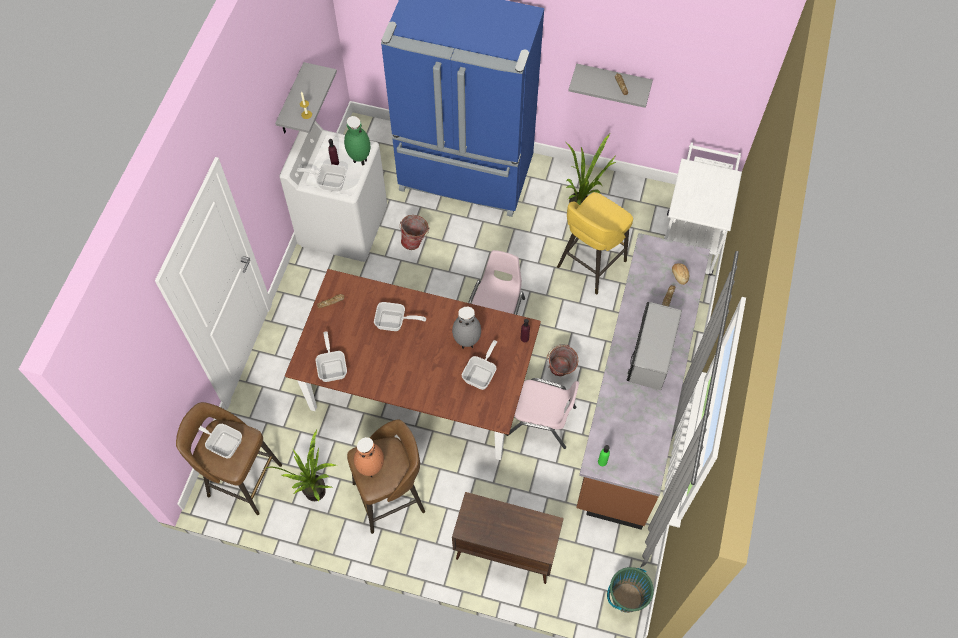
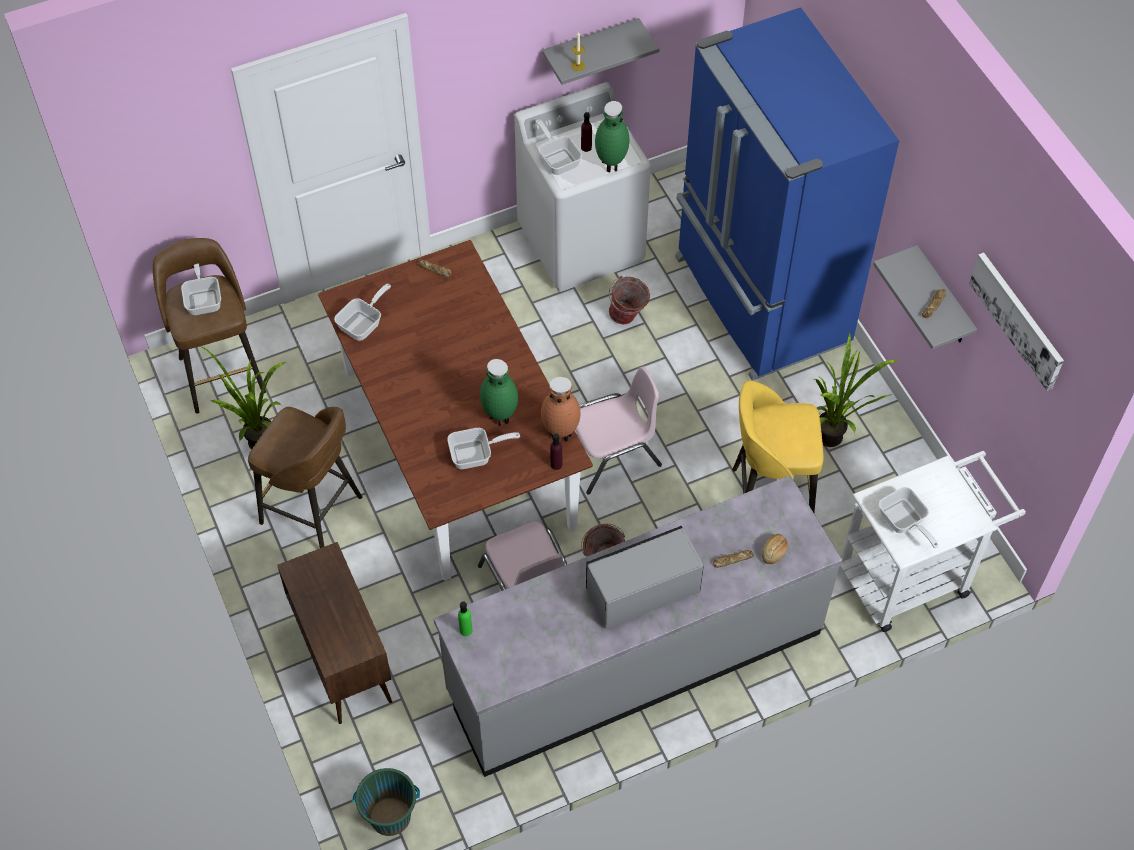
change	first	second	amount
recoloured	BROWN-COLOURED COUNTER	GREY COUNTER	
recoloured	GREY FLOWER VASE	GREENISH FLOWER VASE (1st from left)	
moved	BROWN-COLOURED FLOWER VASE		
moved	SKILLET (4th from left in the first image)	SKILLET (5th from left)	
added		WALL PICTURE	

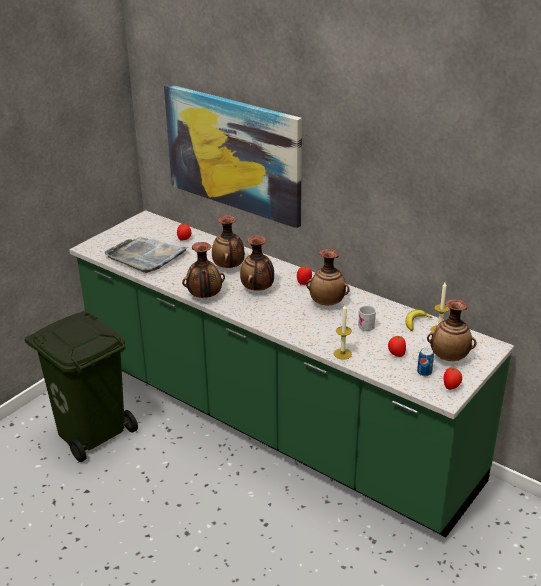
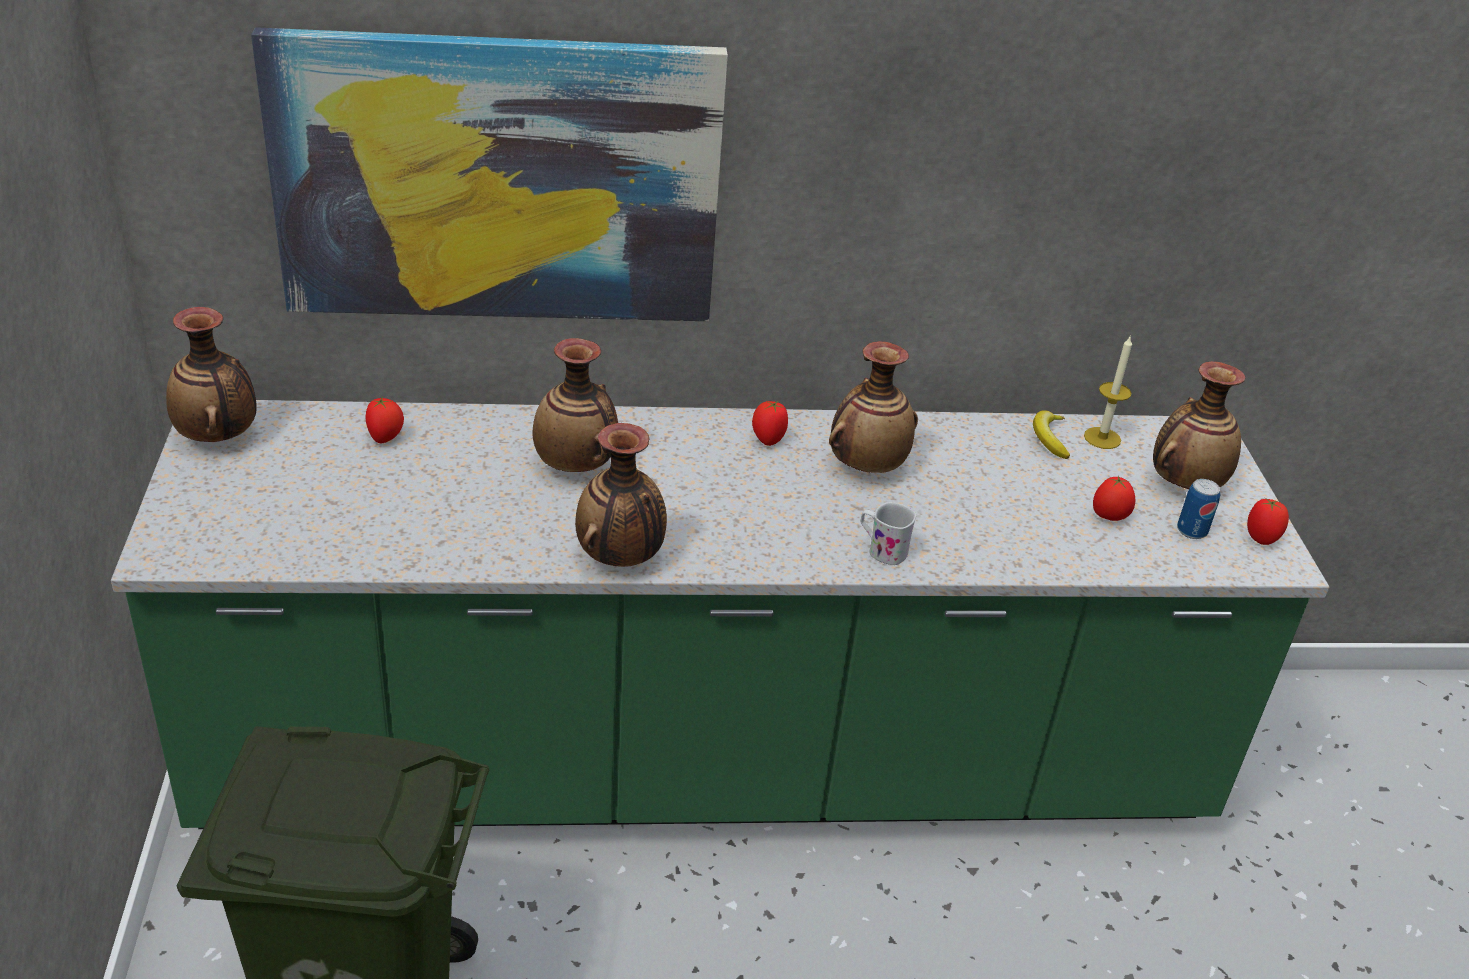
change	first	second	amount
moved	FLOWER VASE (3rd from left in the first image)	FLOWER VASE (1st from left)	
moved	WHITE MUG		
removed	GREY SERVING TRAY		
removed	WAX CANDLE (1st from left)		

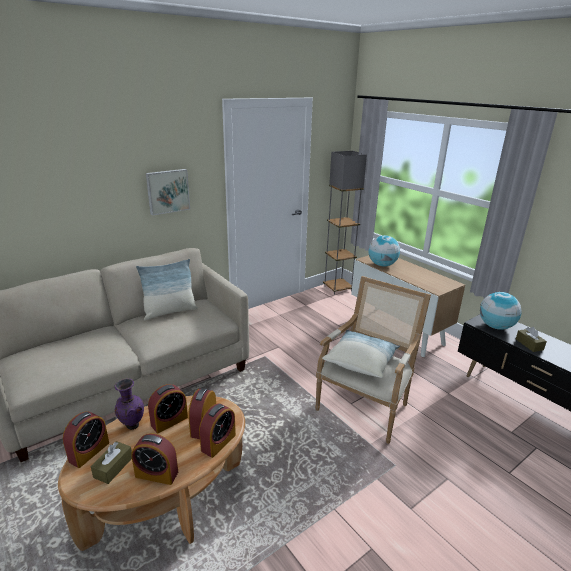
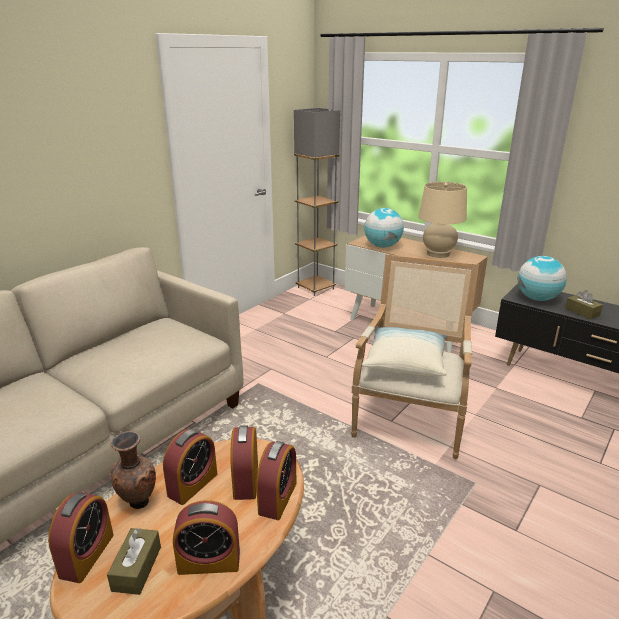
change	first	second	amount
recoloured	PURPLE FLOWER VASE	BROWN-COLOURED FLOWER VASE	
added		BEIGE TABLETOP LAMP	
removed	CUSHION (1st from left)		
removed	WALL PICTURE		

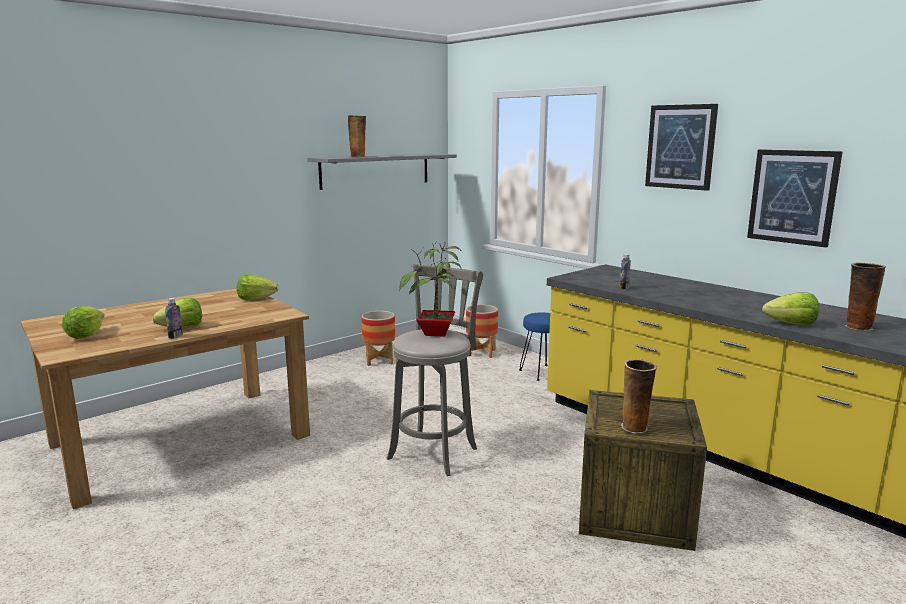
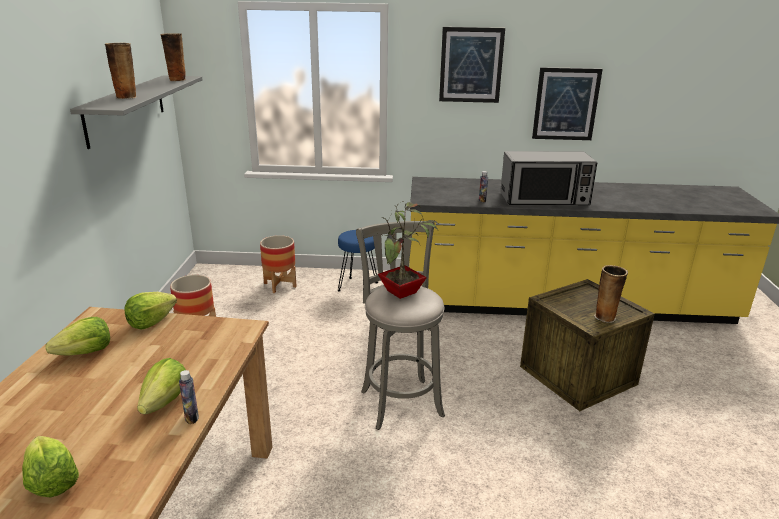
change	first	second	amount
moved	LETTUCE (4th from left in the first image)	LETTUCE (2nd from left)	
moved	FLOWER VASE (3rd from left in the first image)	FLOWER VASE (2nd from left)	
added		MICROWAVE OVEN	

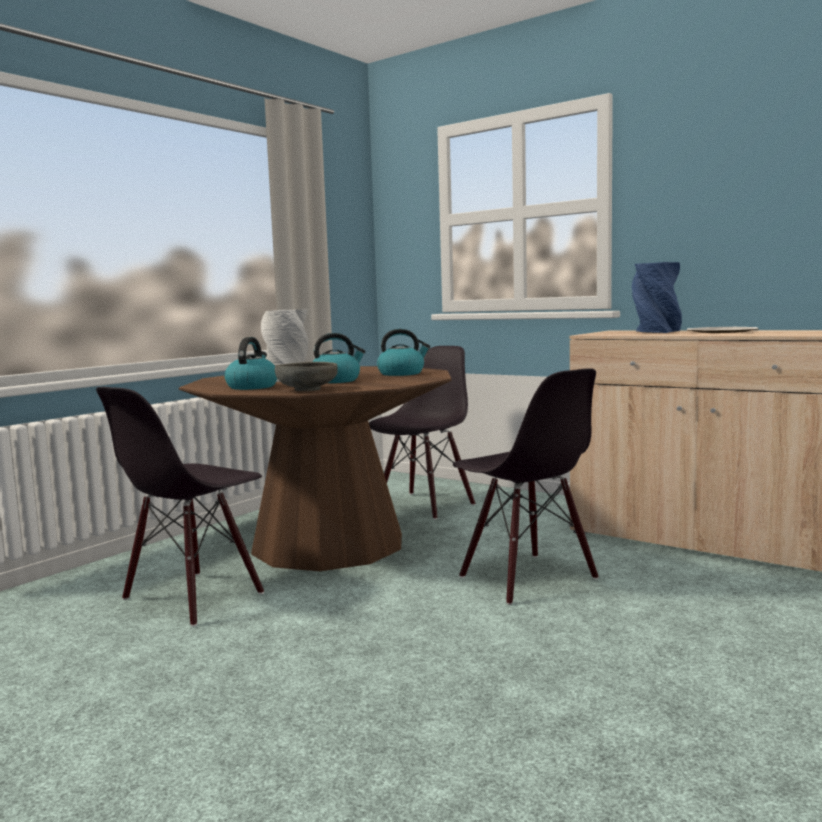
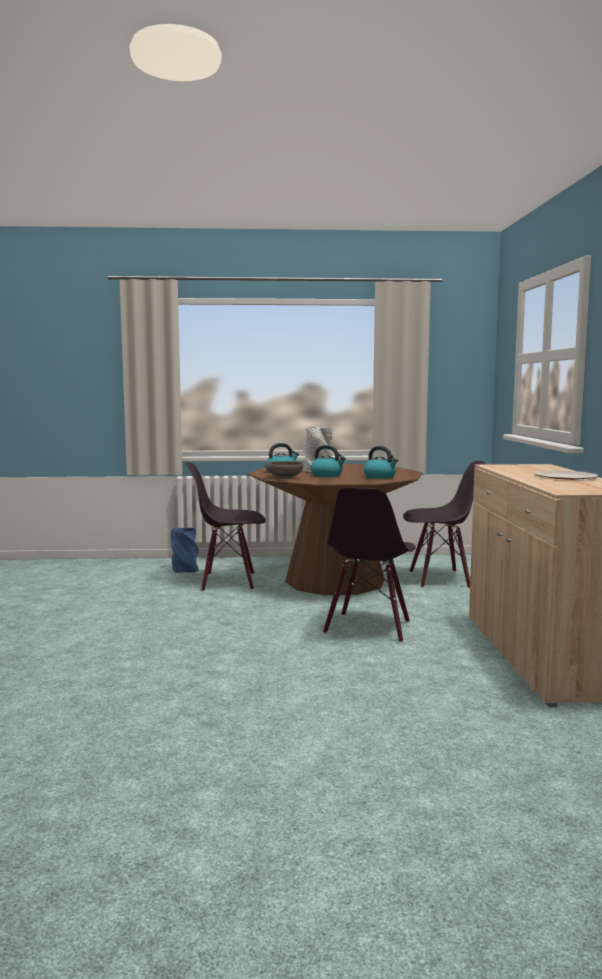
change	first	second	amount
moved	BLUISH FLOWER VASE		

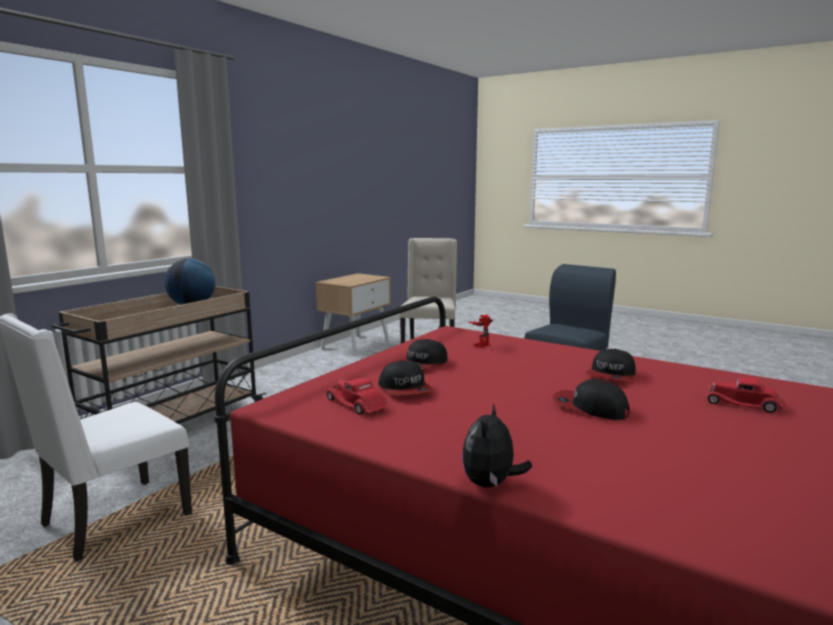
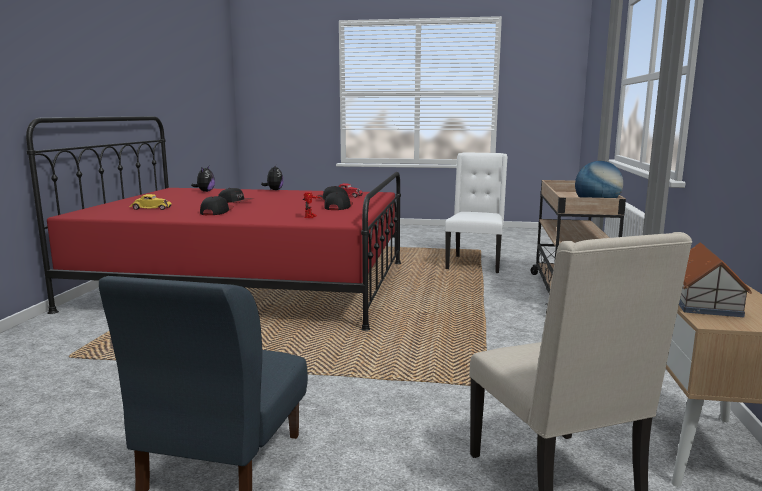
change	first	second	amount
recoloured	REDDISH MODEL CAR (2nd from left)	YELLOW-COLOURED MODEL CAR	
added		CUDDLY TOY (1st from left)	
added		MINIATURE HOUSE	

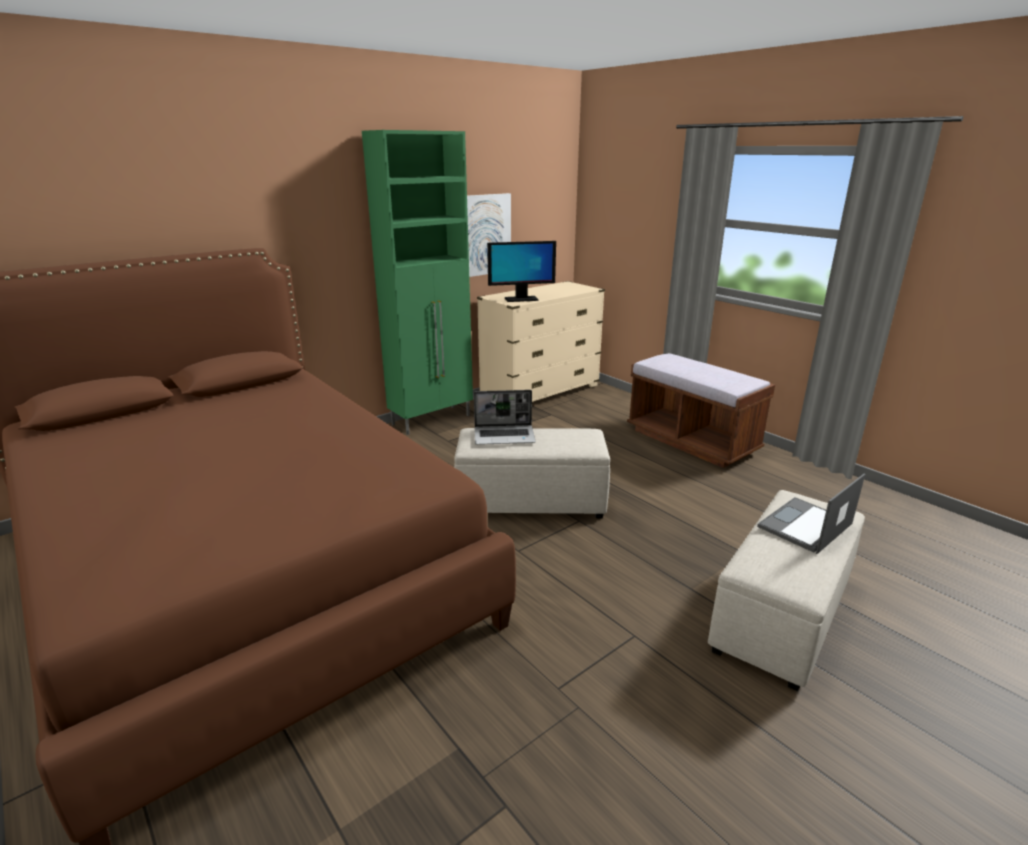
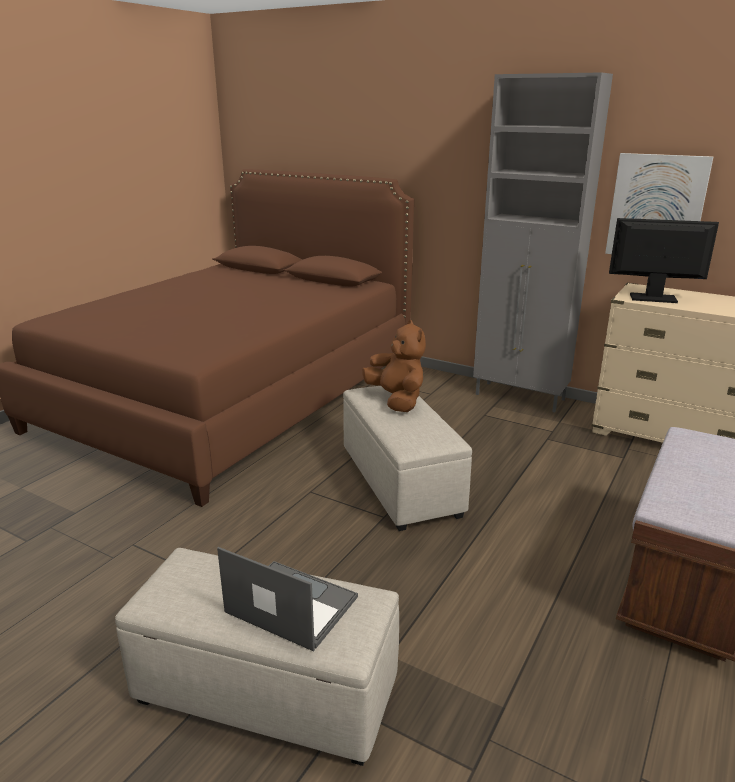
change	first	second	amount
replaced	PORTABLE COMPUTER (1st from left)	BROWN-COLOURED CUDDLY TOY	
recoloured	GREENISH STORAGE CABINET	GREY STORAGE CABINET	
turned	MONITOR		135 degrees clockwise

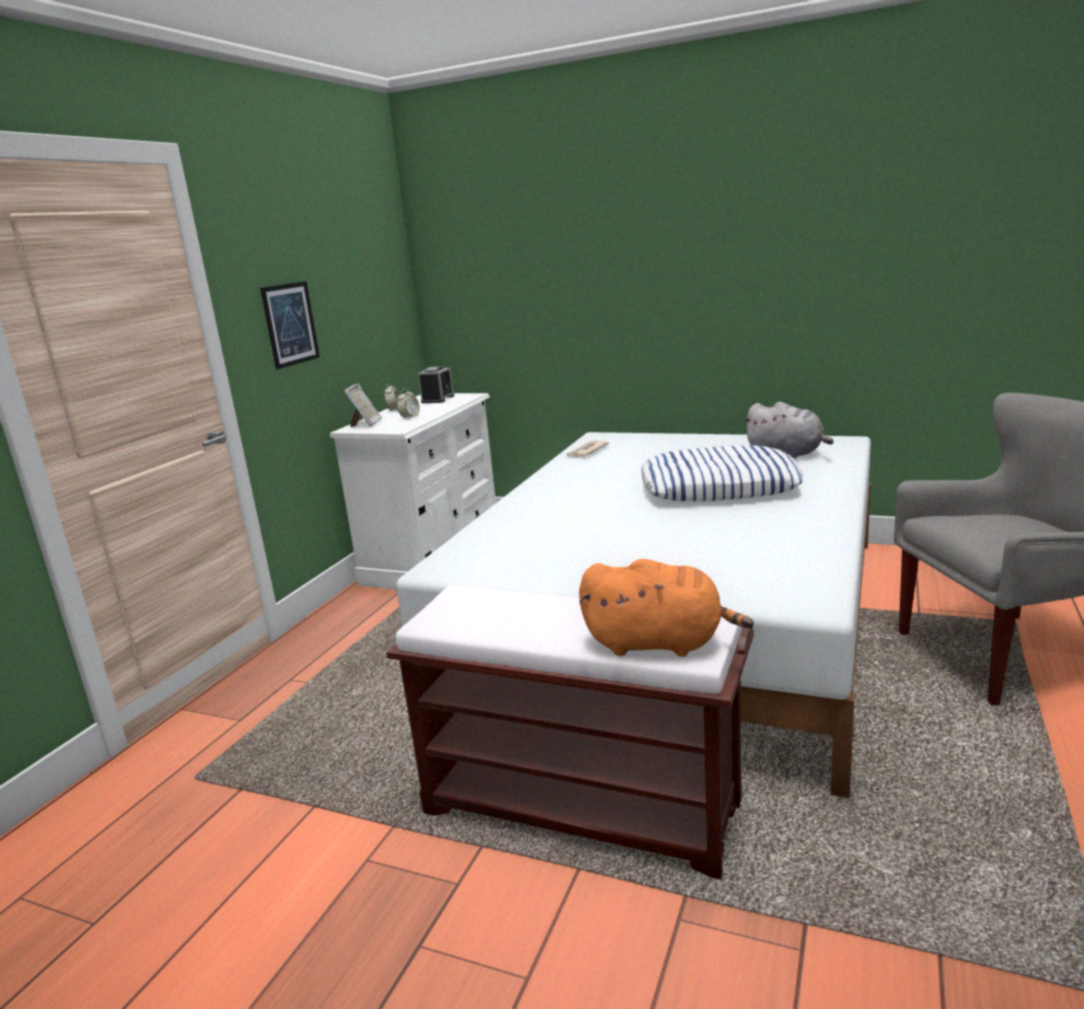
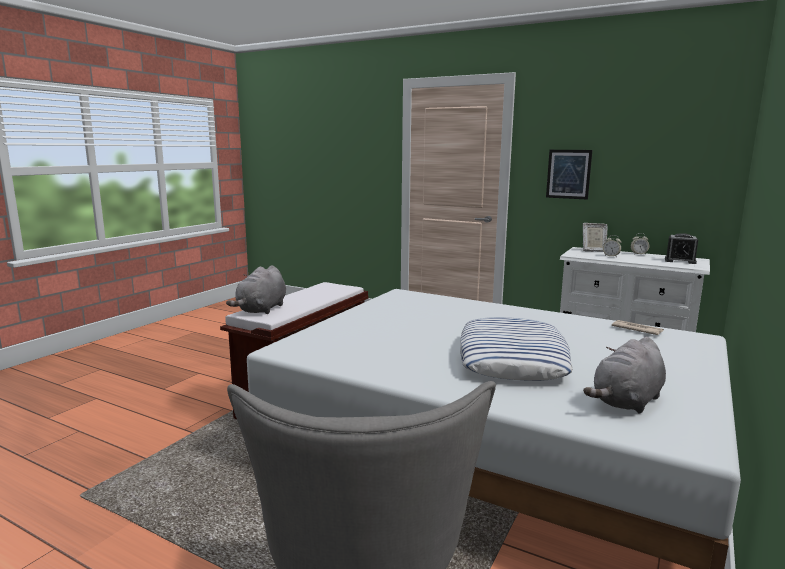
change	first	second	amount
recoloured	ORANGE-COLOURED CUDDLY TOY	GREY CUDDLY TOY (1st from left)	

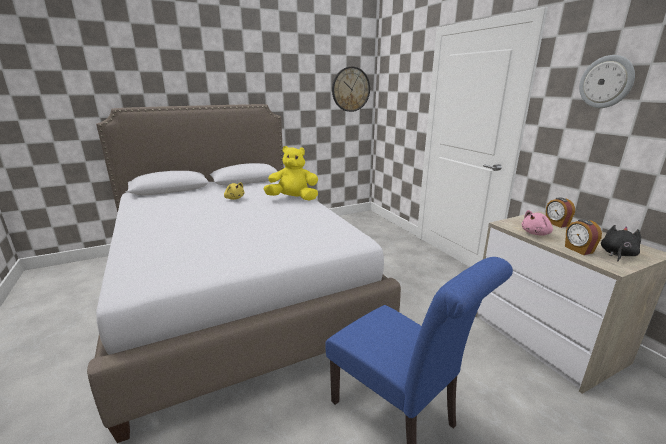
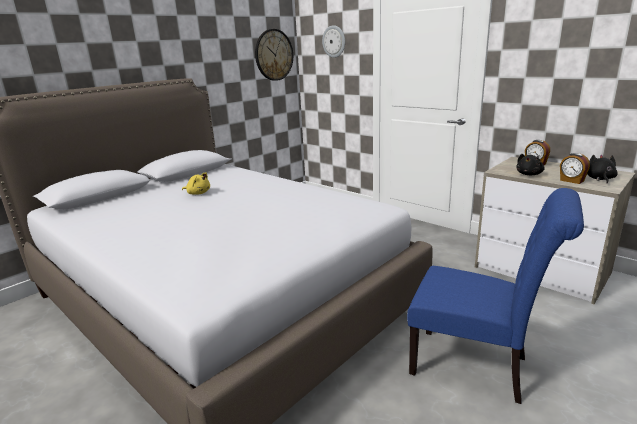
change	first	second	amount
moved	CLOCK ON THE WALL (2nd from left)		
recoloured	PINK CUDDLY TOY	BLACKISH CUDDLY TOY (1st from left)	
removed	YELLOW-COLOURED CUDDLY TOY (2nd from left)		

